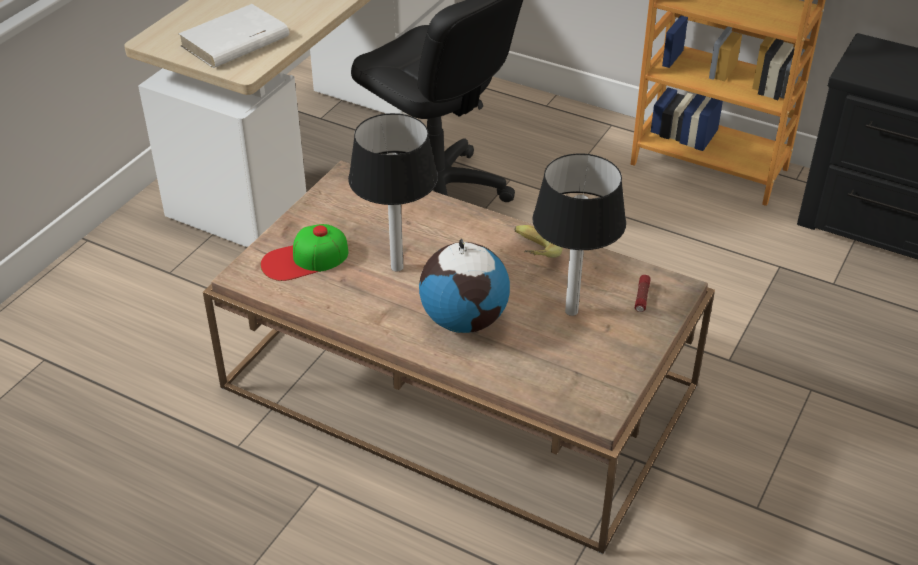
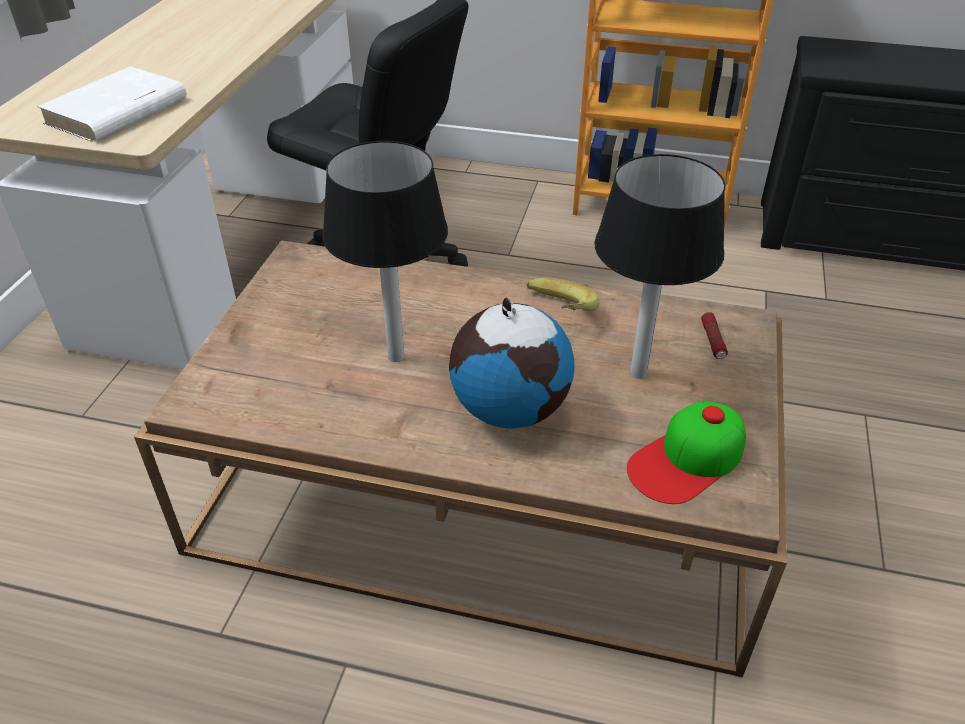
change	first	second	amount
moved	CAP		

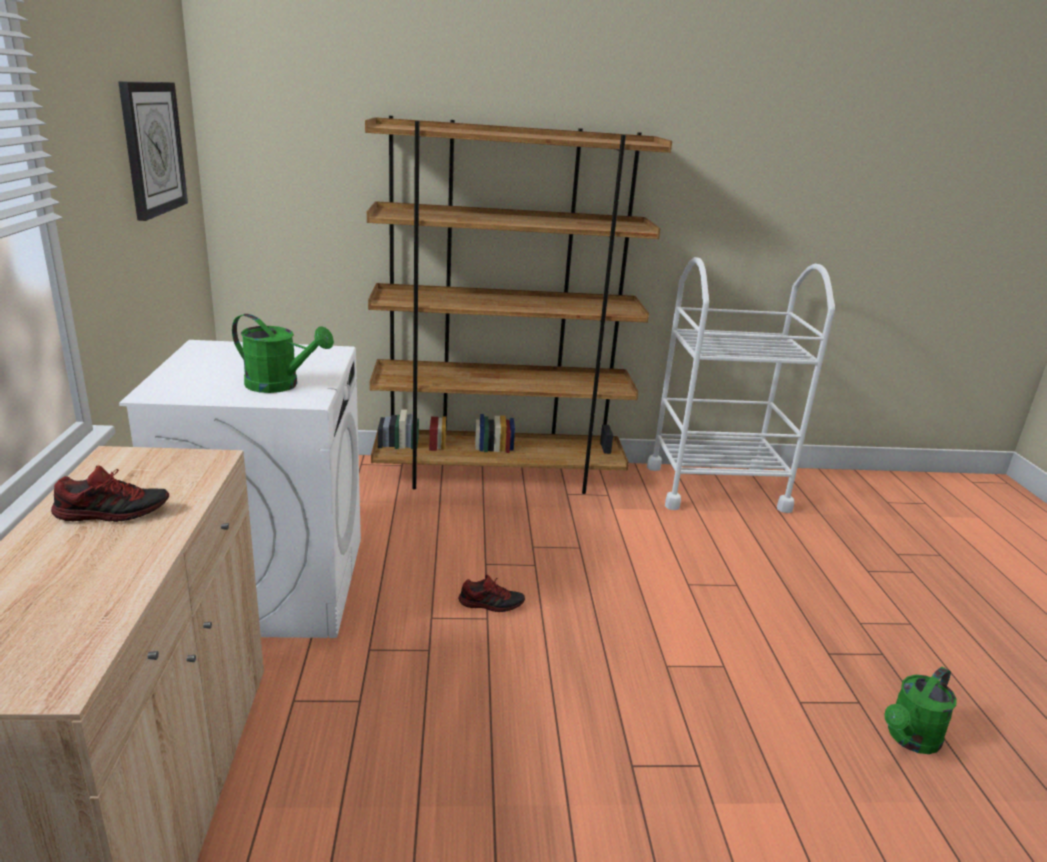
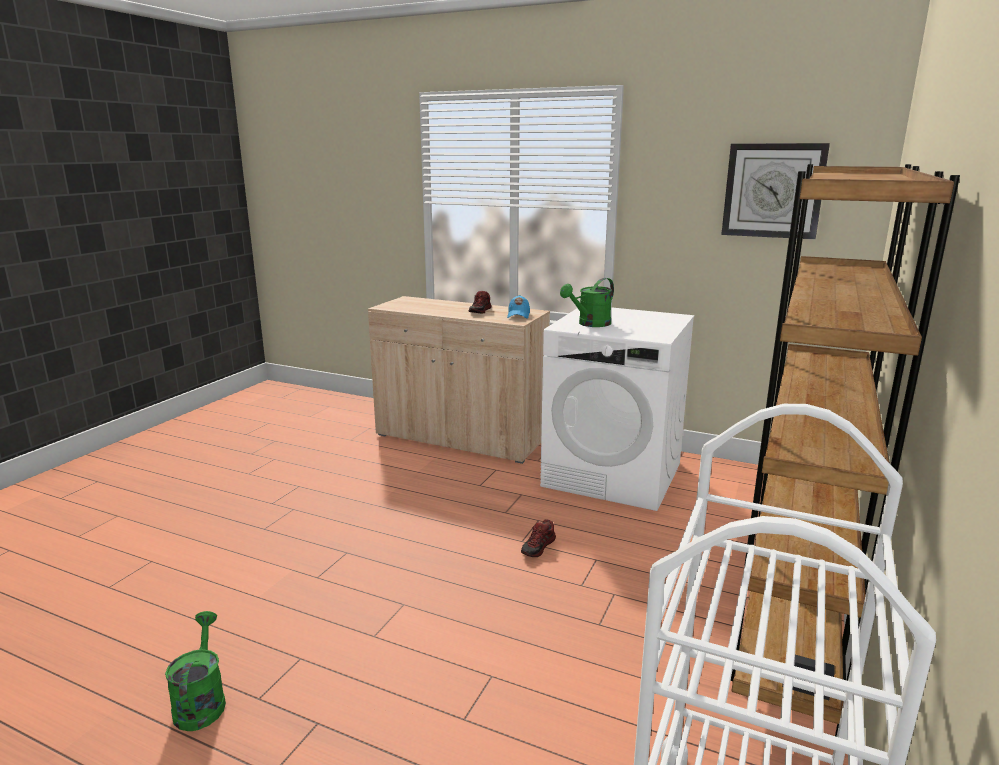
change	first	second	amount
added		BLUISH CAP	

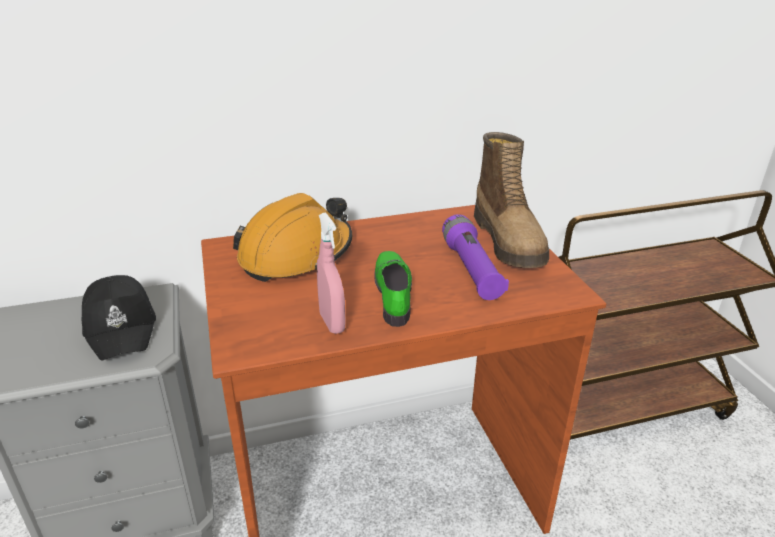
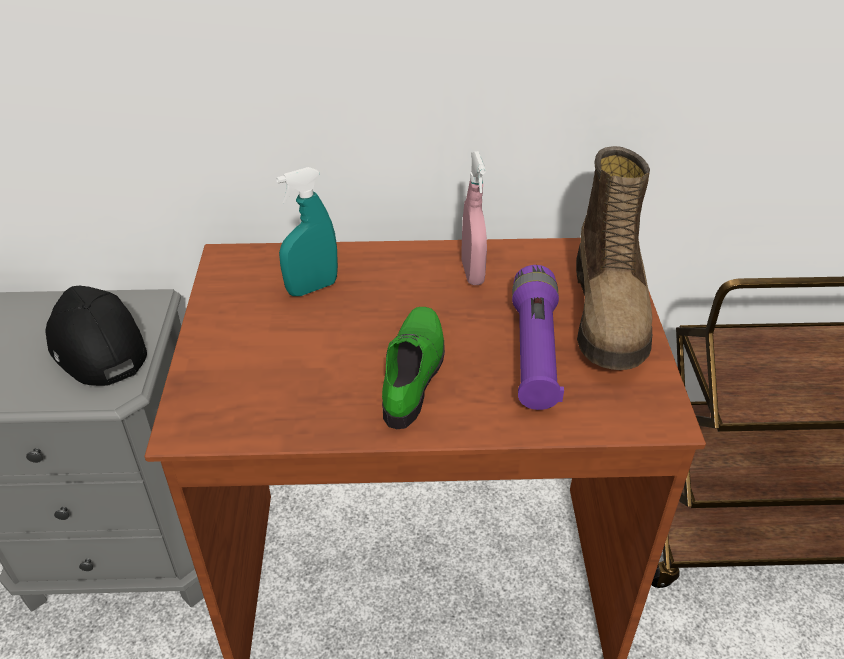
change	first	second	amount
turned	BLACKISH CAP		150 degrees clockwise
replaced	ORANGE-COLOURED HARD HAT	TURQUOISE SPRAYER	
moved	PINK SPRAYER		

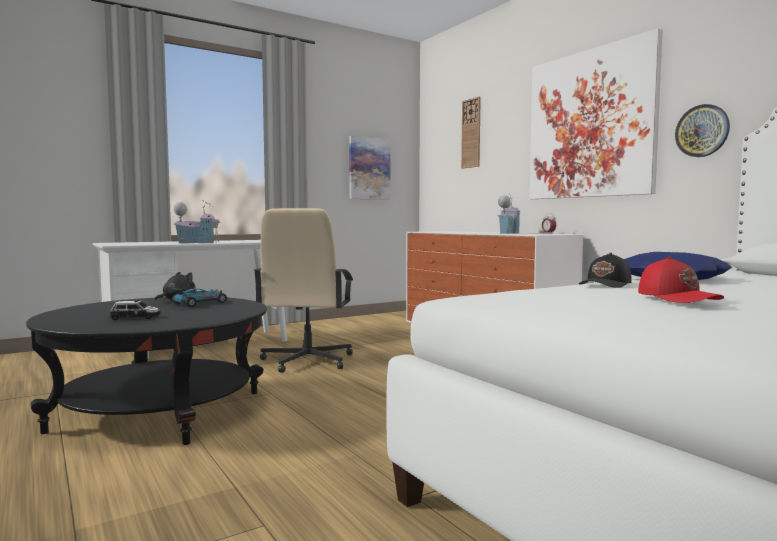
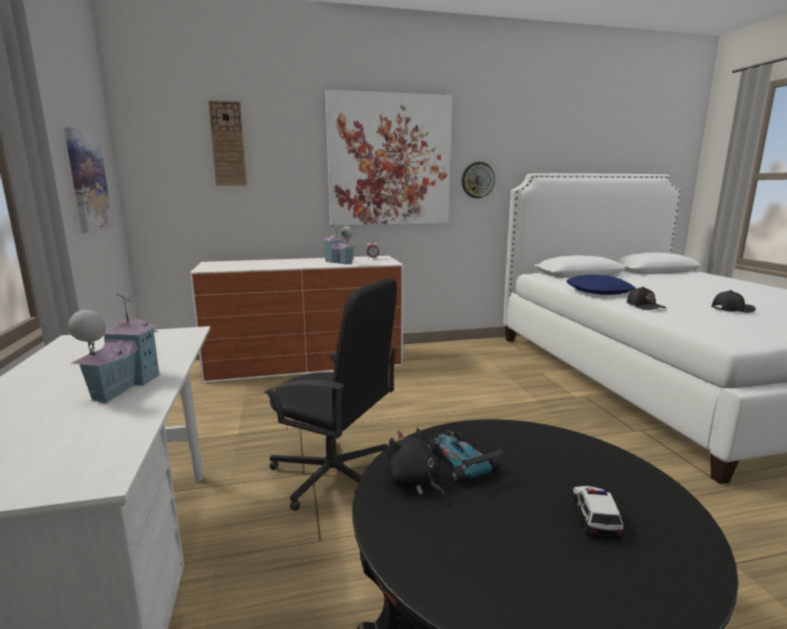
change	first	second	amount
recoloured	BEIGE DESK CHAIR	BLACKISH DESK CHAIR	
recoloured	REDDISH CAP	BLACKISH CAP (2nd from left)	

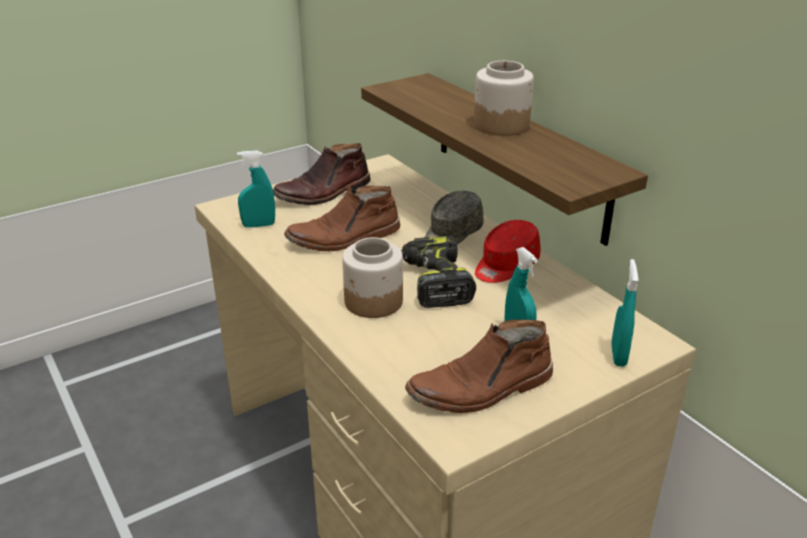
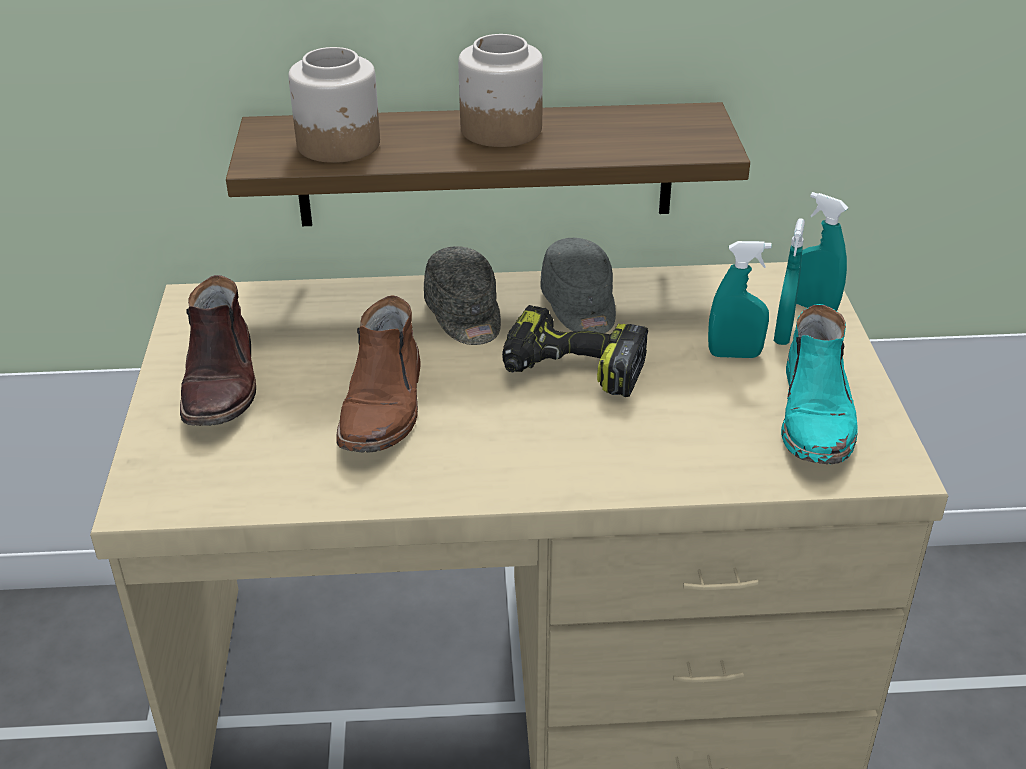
change	first	second	amount
moved	PRESERVE JAR (1st from left)		
recoloured	REDDISH CAP	GREY CAP (2nd from left)	
moved	TURQUOISE SPRAYER (1st from left in the first image)	TURQUOISE SPRAYER (2nd from left)	
recoloured	BROWN-COLOURED HIGH-TOP BOOT (3rd from left)	TURQUOISE HIGH-TOP BOOT	

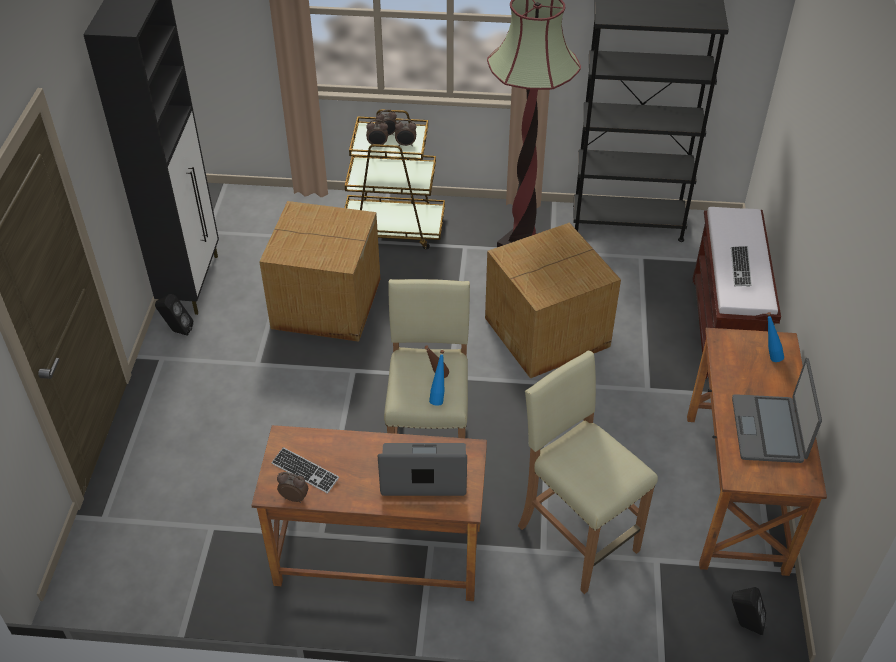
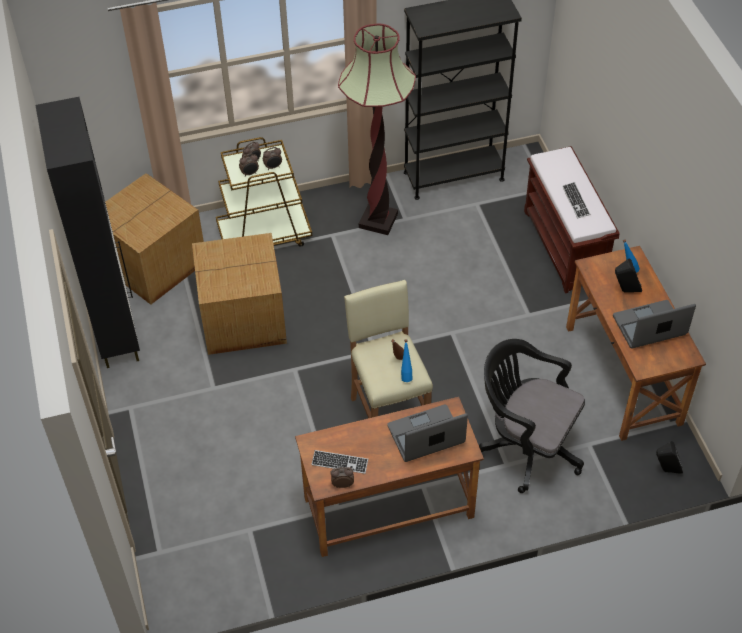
change	first	second	amount
moved	PACKING BOX (2nd from left in the first image)	PACKING BOX (1st from left)	
replaced	BEIGE SITTING STOOL (2nd from left)	BLACKISH DESK CHAIR	
turned	PORTABLE COMPUTER (2nd from left)		90 degrees clockwise
moved	BLACKISH SPEAKER (1st from left)		

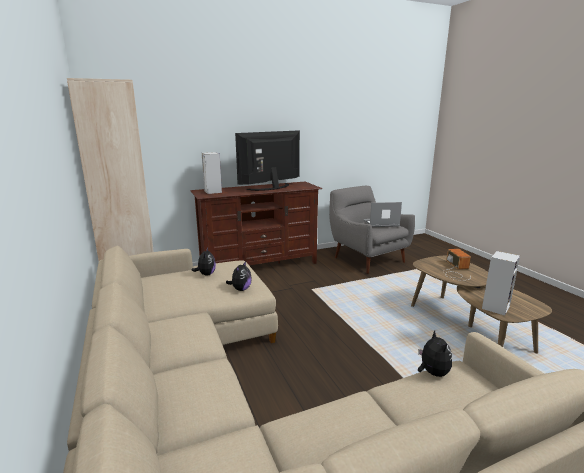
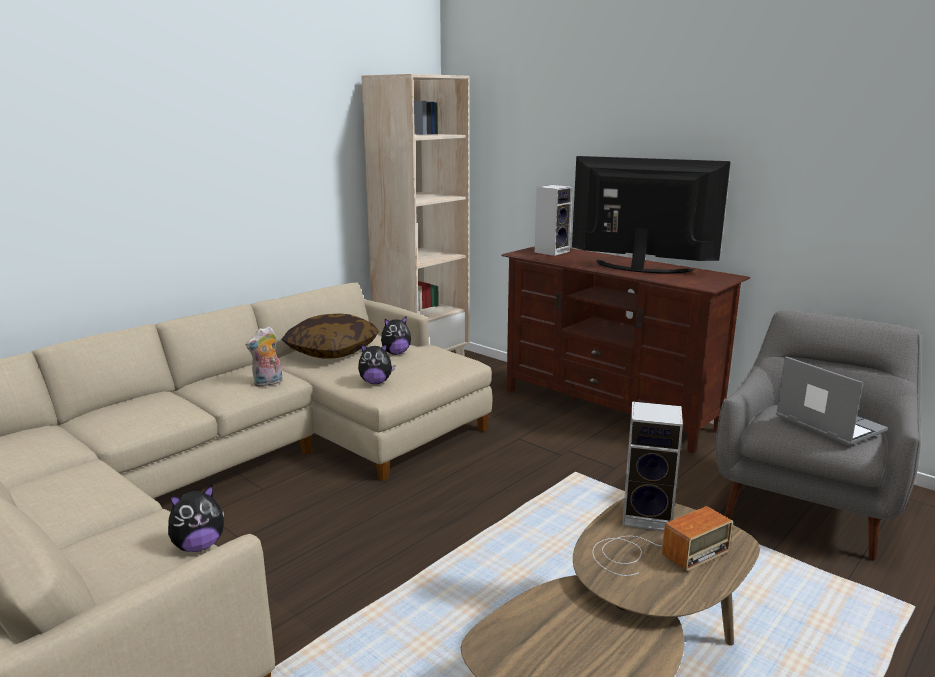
change	first	second	amount
added		CUDDLY TOY (2nd from left)	
added		CUSHION	
moved	SPEAKER (2nd from left)		

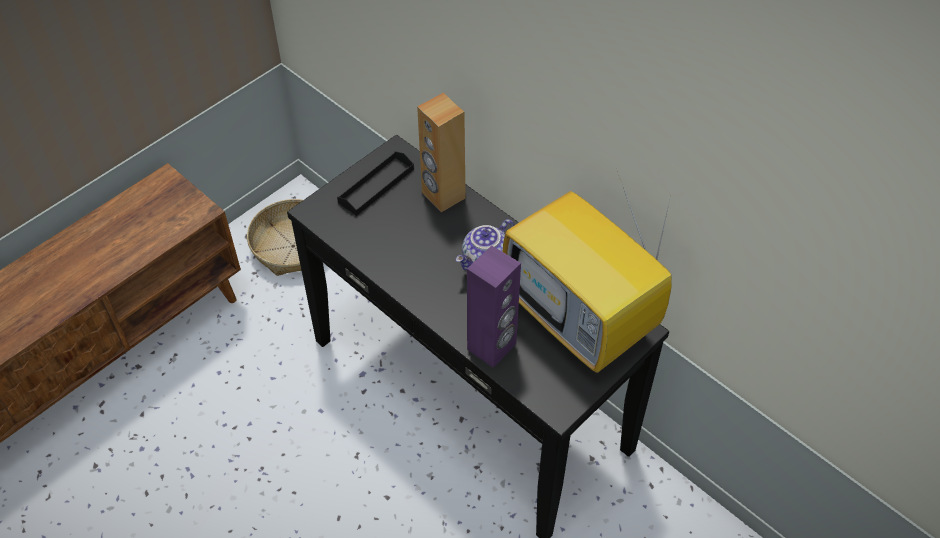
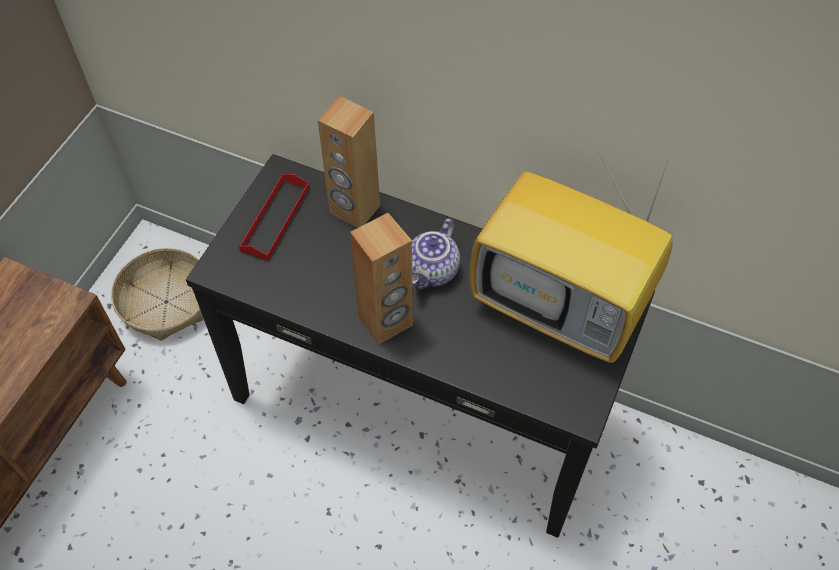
change	first	second	amount
recoloured	BLACKISH SERVING TRAY	REDDISH SERVING TRAY	
added		BROWN-COLOURED SPEAKER (2nd from left)	
removed	PURPLE SPEAKER		

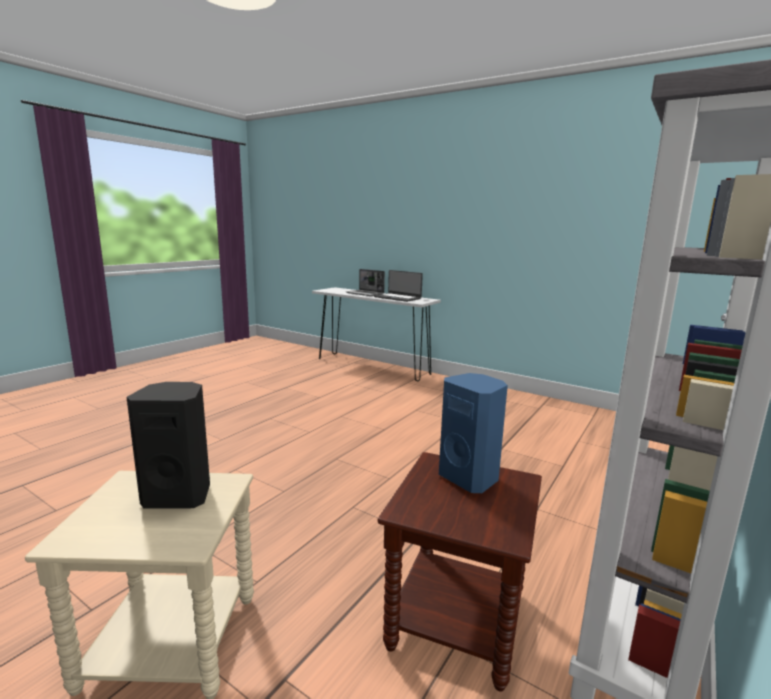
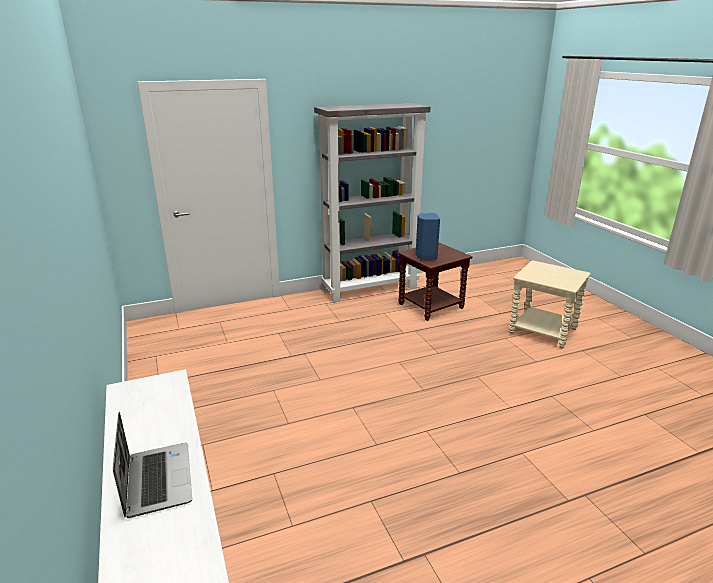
change	first	second	amount
removed	BLACKISH SPEAKER		
removed	PORTABLE COMPUTER (2nd from left)		

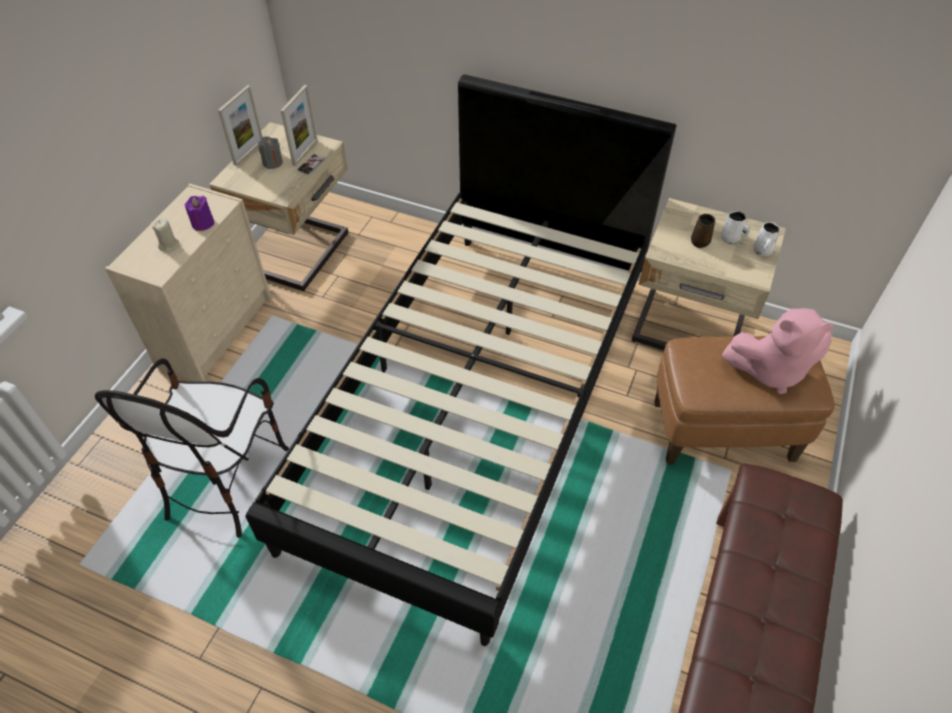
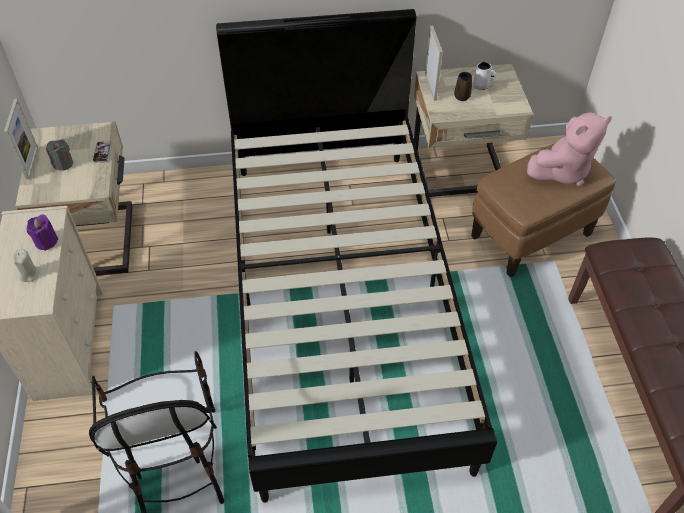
change	first	second	amount
moved	PICTURE FRAME (2nd from left)		
removed	WHITE MUG (2nd from left)		

